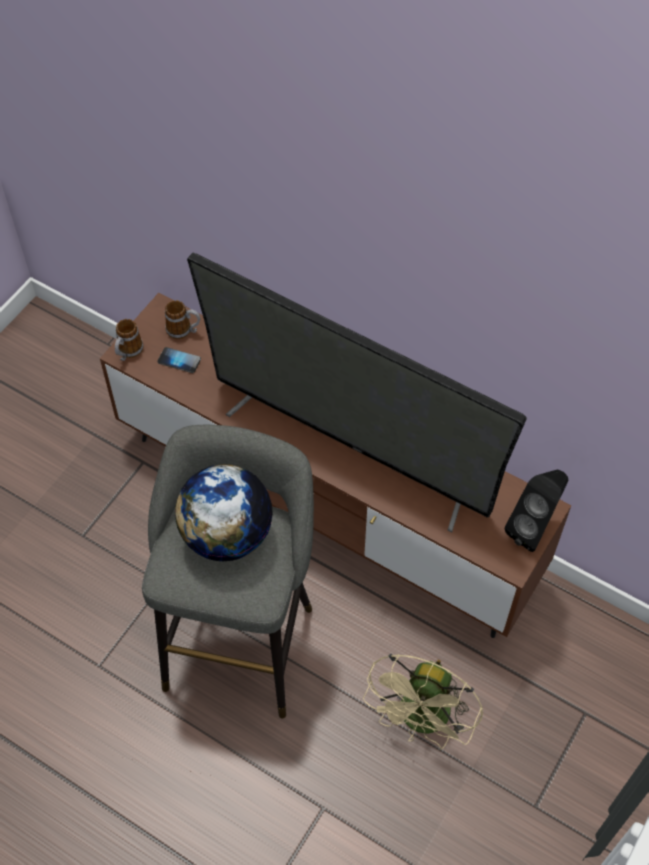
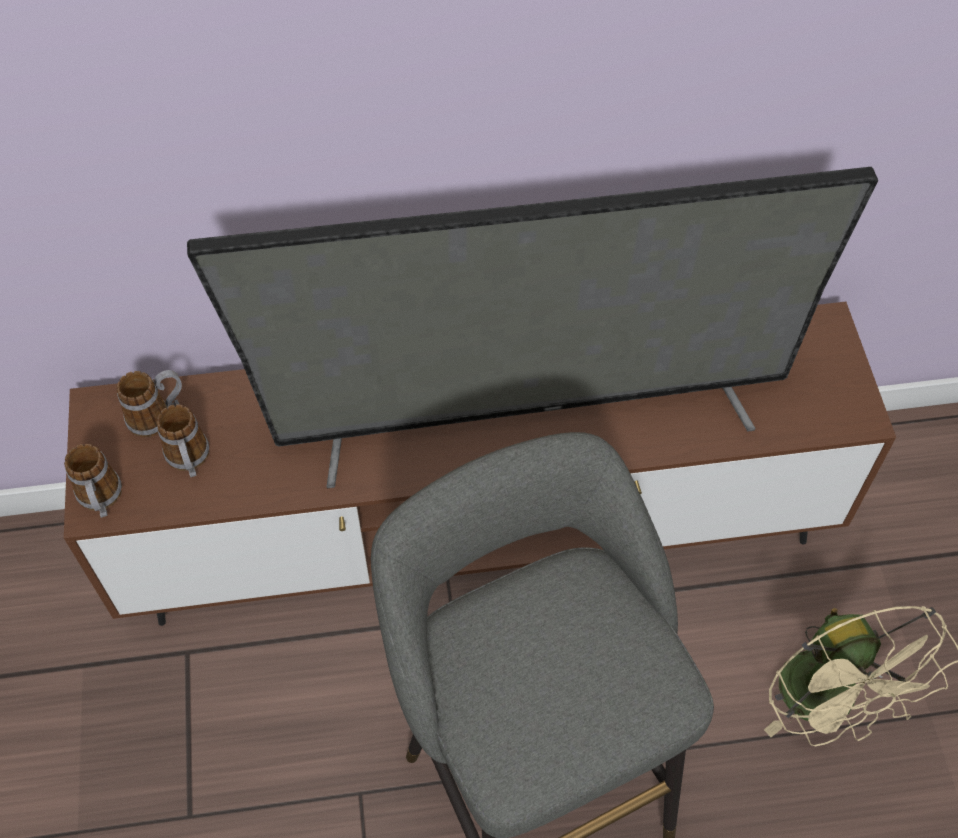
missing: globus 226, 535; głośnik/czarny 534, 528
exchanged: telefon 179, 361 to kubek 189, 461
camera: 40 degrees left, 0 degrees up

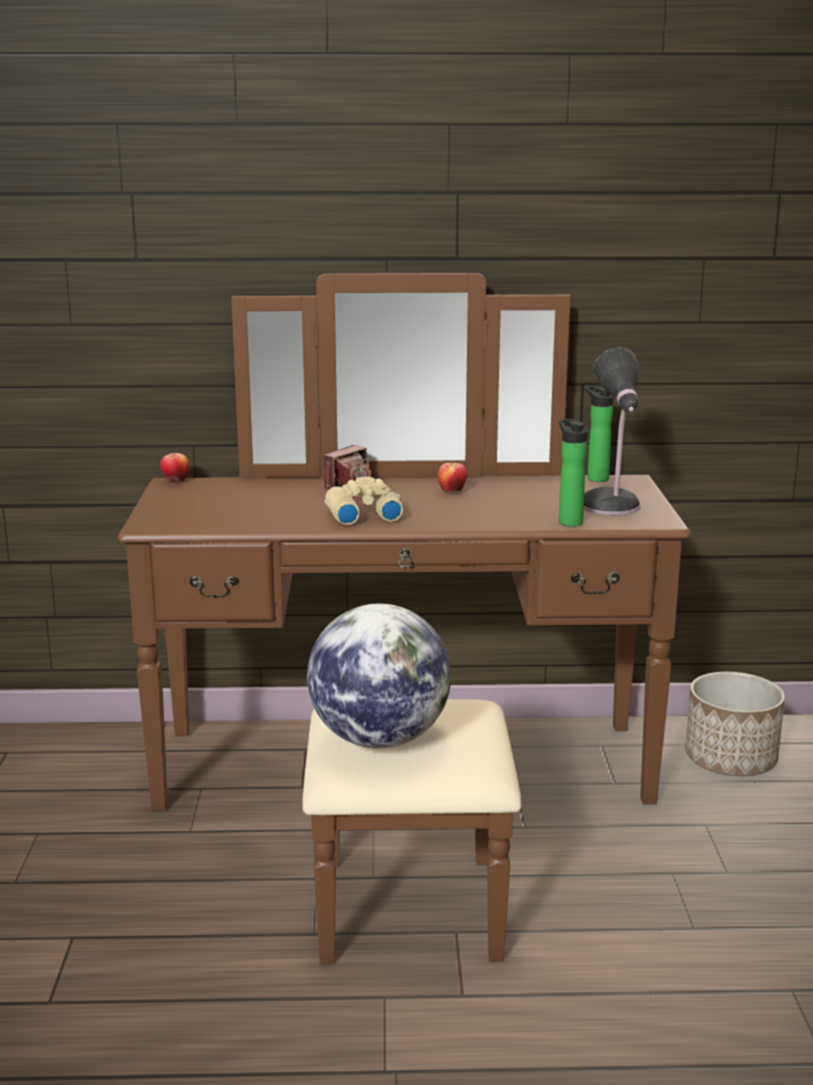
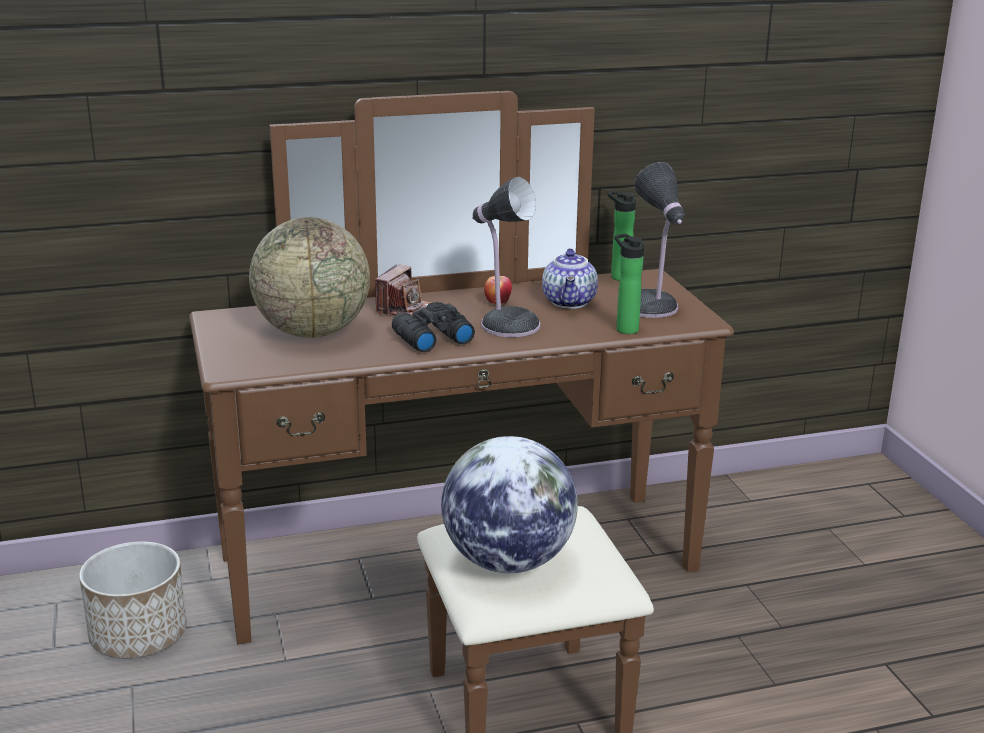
missing: jabłko 176, 481
appeared: globus 313, 332; lampa stołowa 507, 324; imbryk 570, 302
relocated: donica 729, 760 to 138, 636
colour: lornetka/beżowy 361, 515 to lornetka/czarny 430, 339
camera: 15 degrees left, 5 degrees up

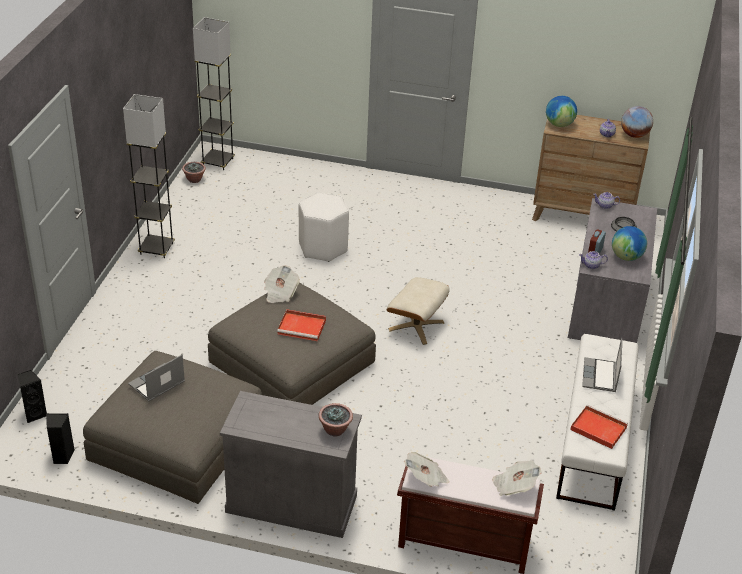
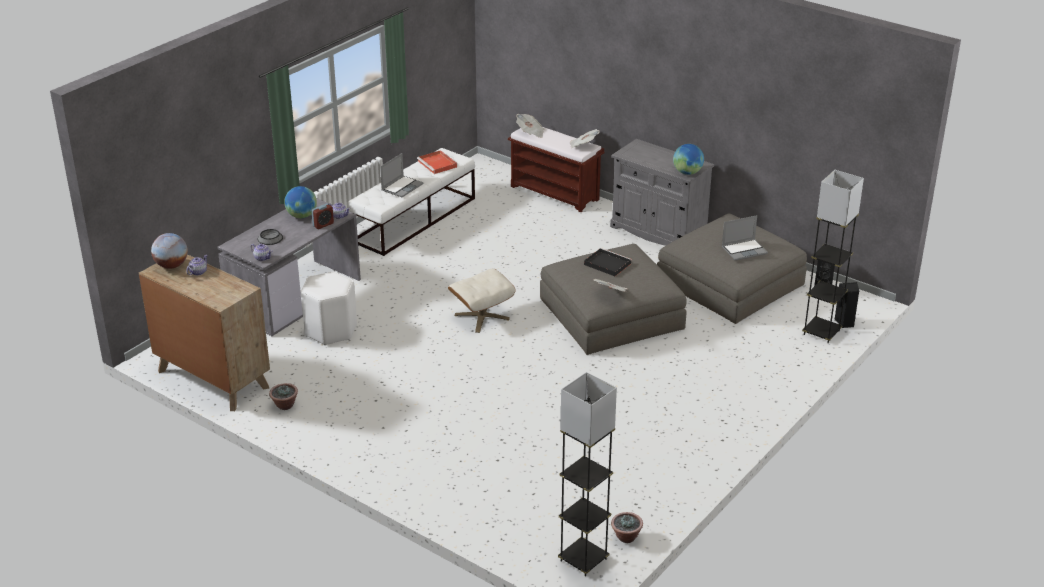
relocated: roślina doniczkowa 335, 430 to 284, 405; stołek/biały 323, 247 to 330, 331; globus 559, 124 to 687, 173; lampa stojąca/szary 156, 249 to 821, 332
colour: taca/czerwony 303, 327 to taca/czarny 606, 264
camera: 155 degrees left, 5 degrees down

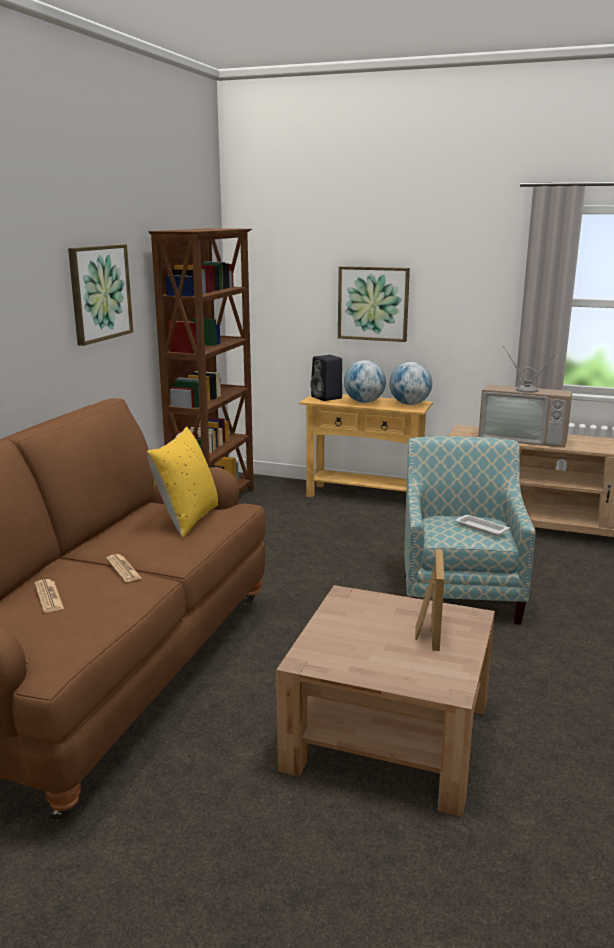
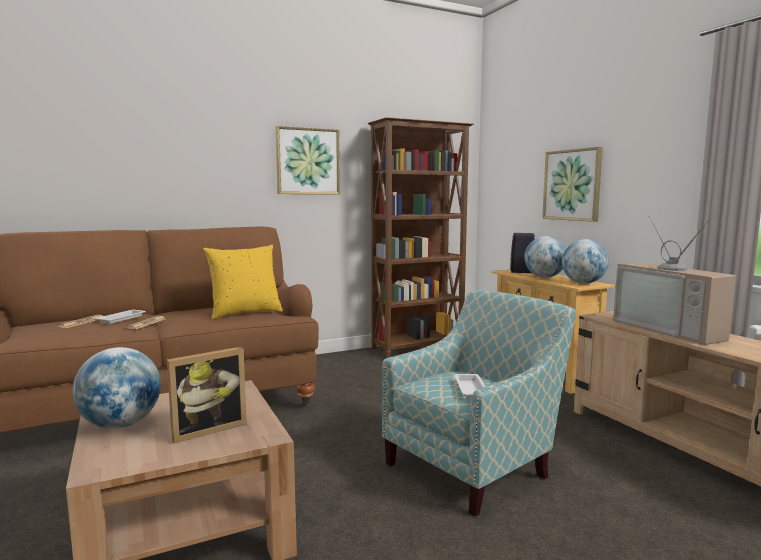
appeared: globus 121, 425; taca/biały 122, 319
camera: 45 degrees right, 10 degrees down

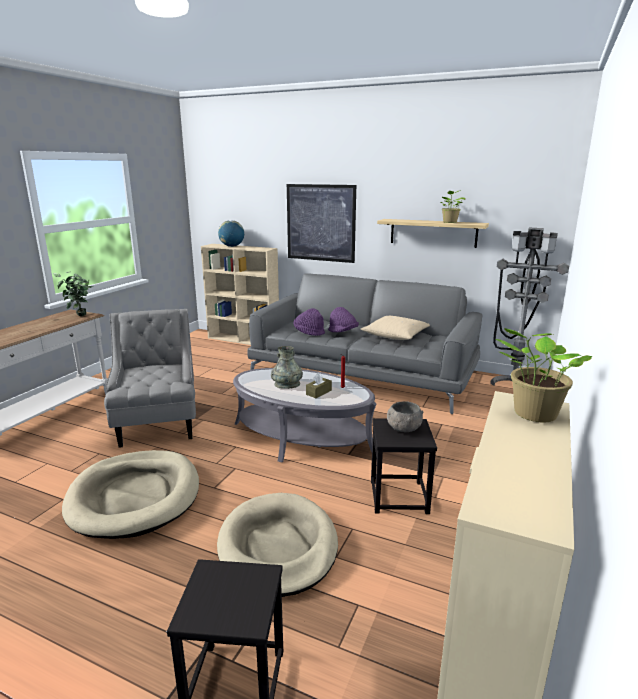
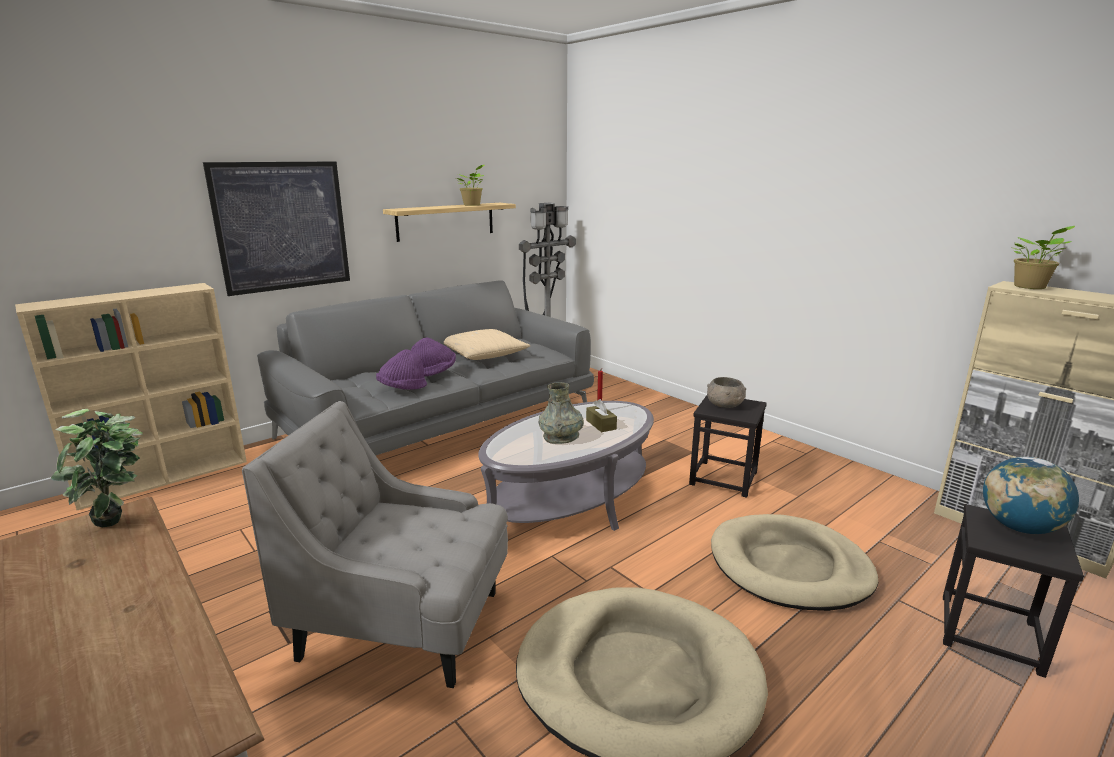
relocated: globus 232, 246 to 1019, 527
camera: 65 degrees left, 0 degrees up

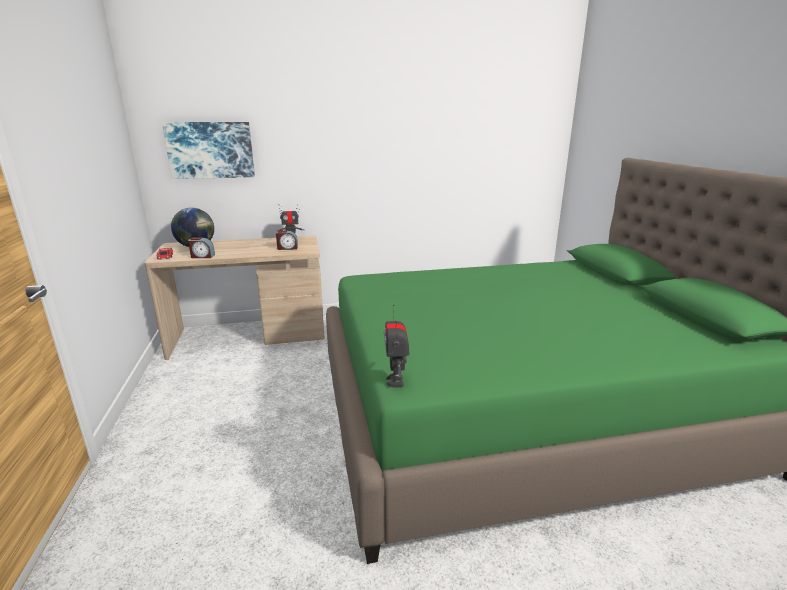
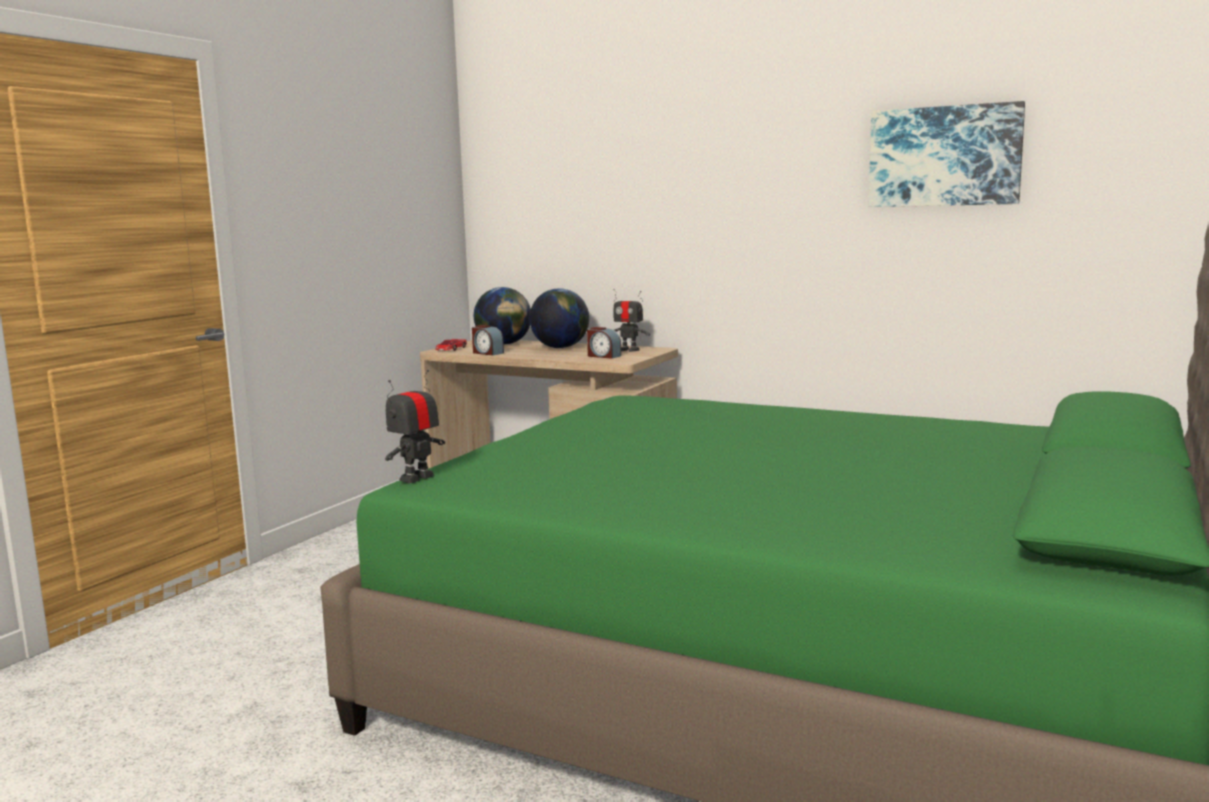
appeared: globus 560, 347
relocated: obraz 210, 150 to 944, 156
camera: 40 degrees right, 10 degrees down

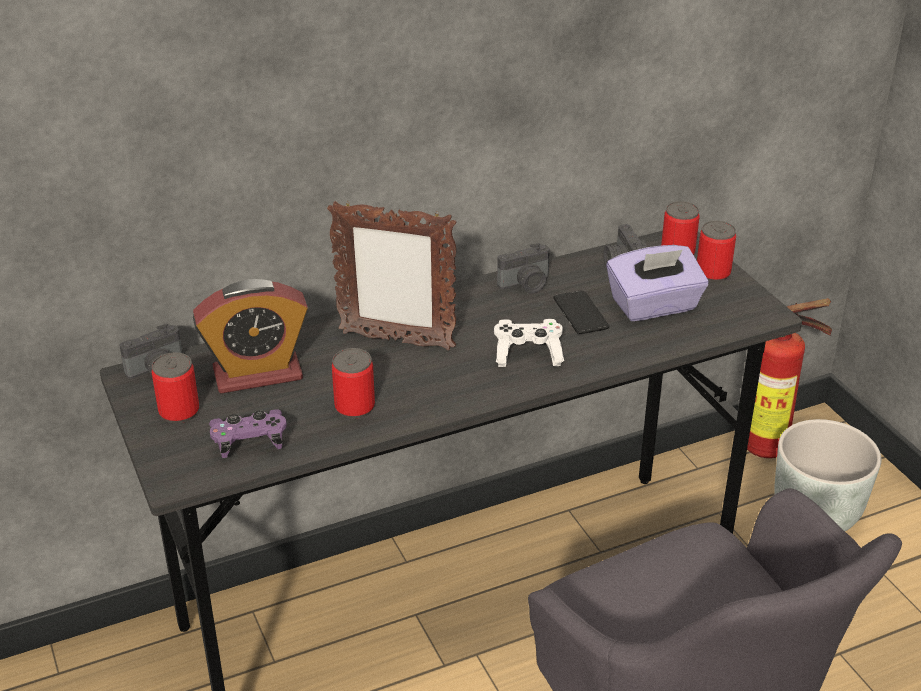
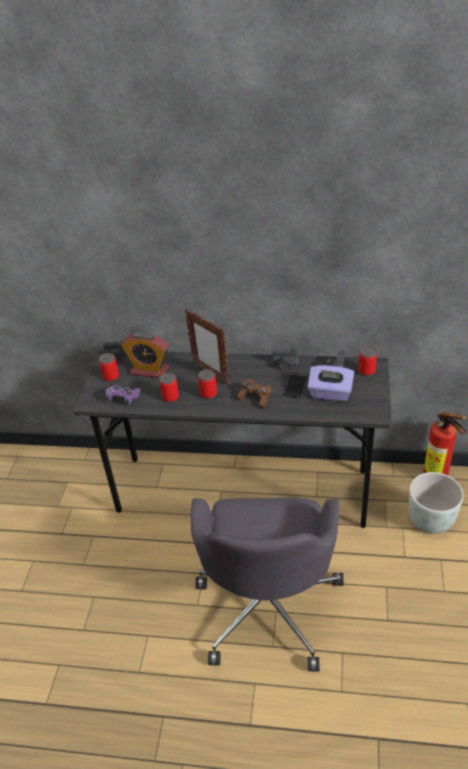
relocated: puszka 712, 274 to 208, 394
colour: pad do gier/biały 528, 354 to pad do gier/brązowy 255, 397
camera: 35 degrees right, 5 degrees up

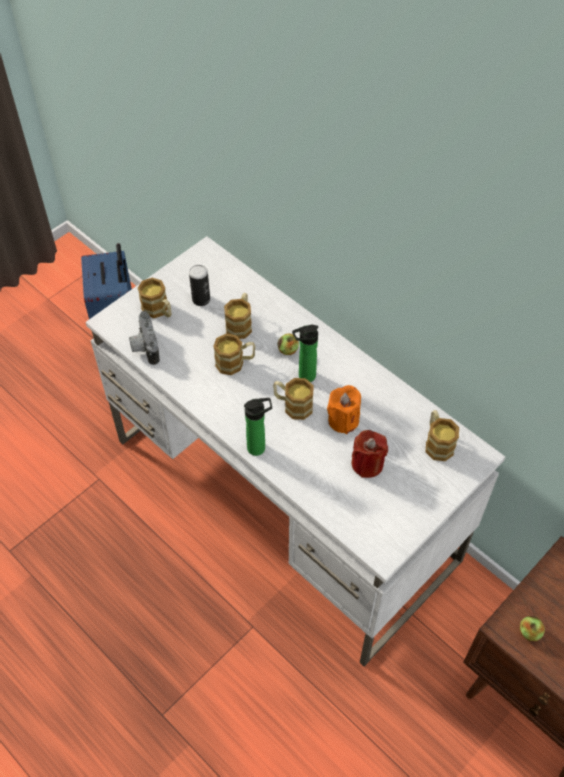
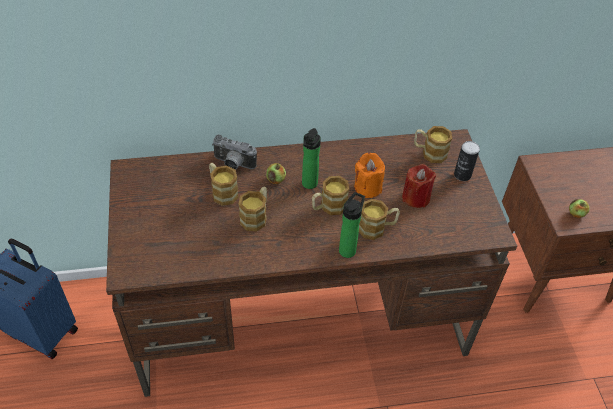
relocated: aparat fotograficzny 144, 347 to 233, 164; kubek 158, 311 to 377, 228; puszka 201, 299 to 462, 175
colour: biurko/biały 285, 500 to biurko/brązowy 302, 316
camera: 55 degrees left, 5 degrees down

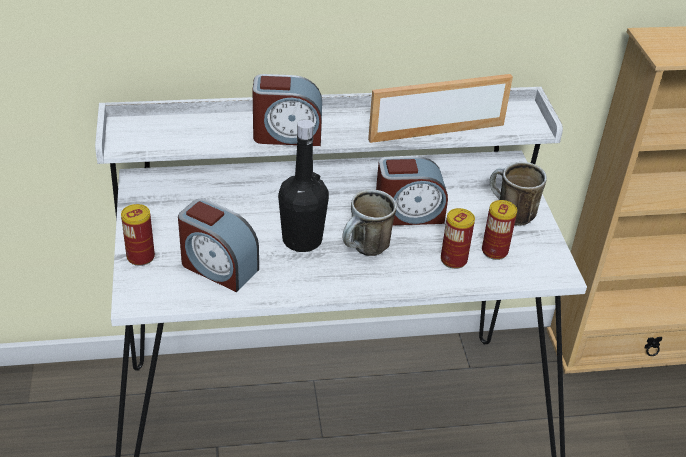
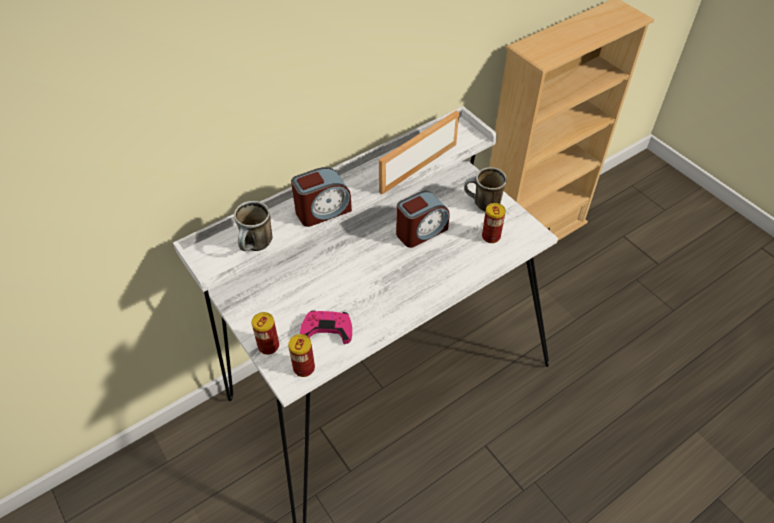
missing: butelka/czarny 302, 240
relocated: kubek 366, 250 to 256, 246; puszka 453, 260 to 304, 368
exchanged: budzik 218, 267 to pad do gier/różowy 327, 329
camera: 25 degrees left, 10 degrees up

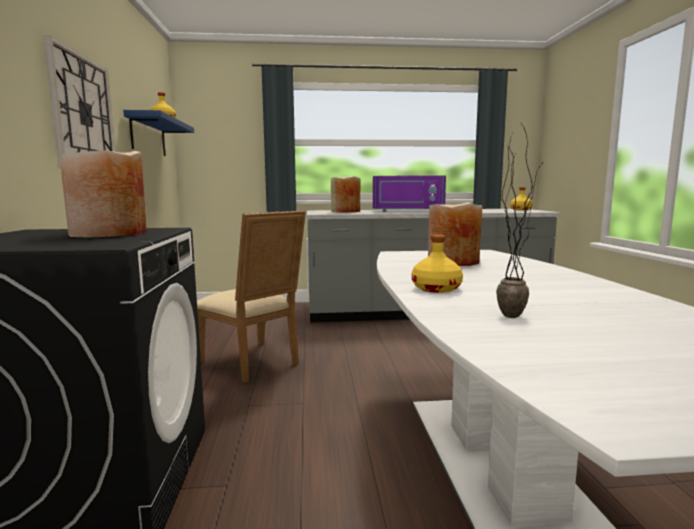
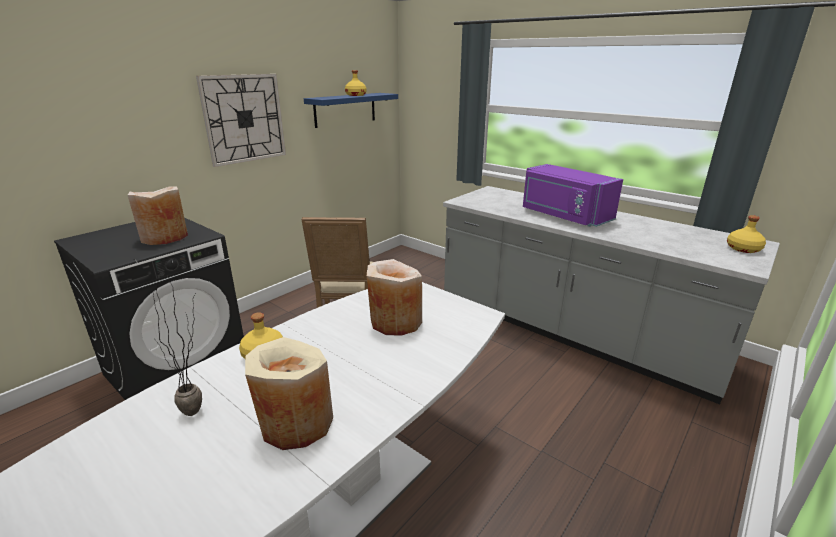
relocated: wazon/beżowy 345, 211 to 296, 422
camera: 45 degrees right, 15 degrees up

